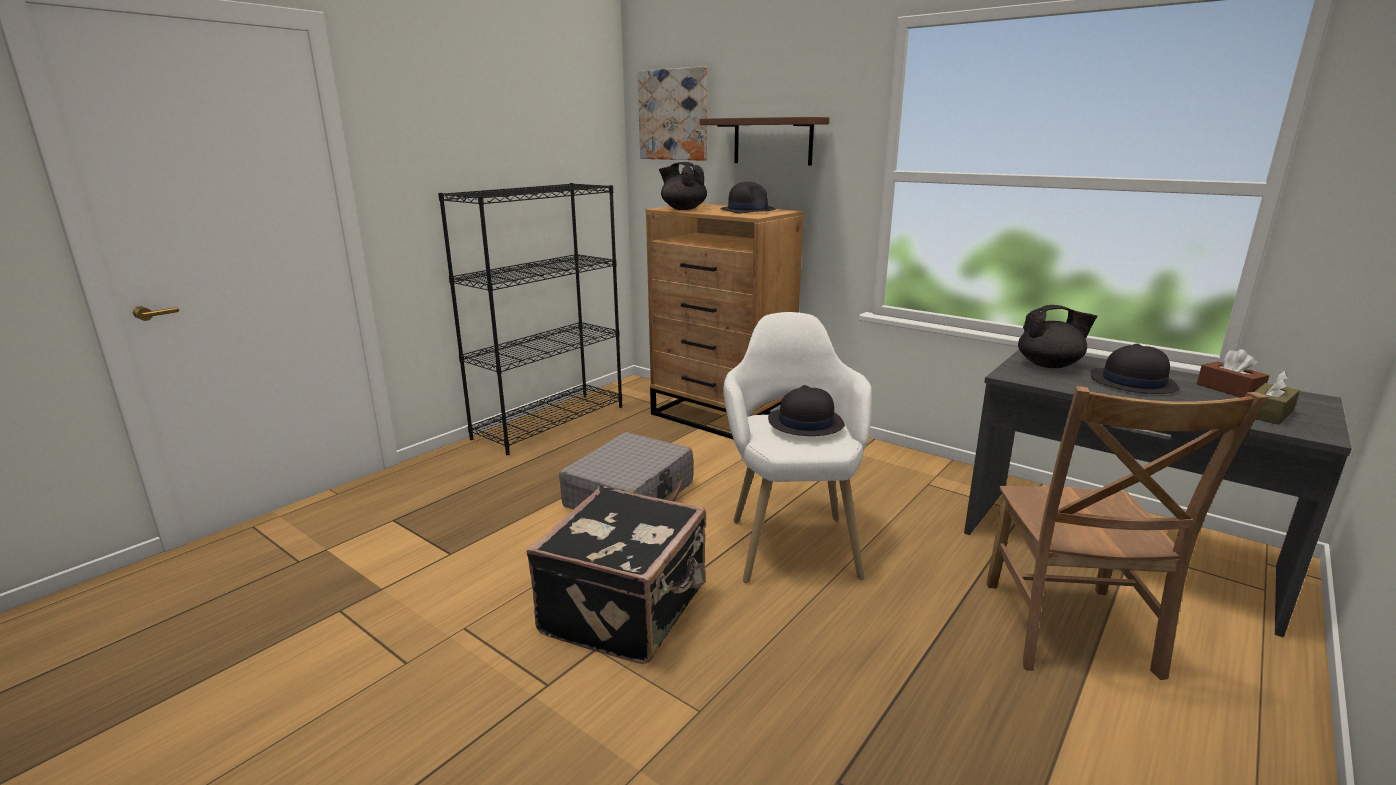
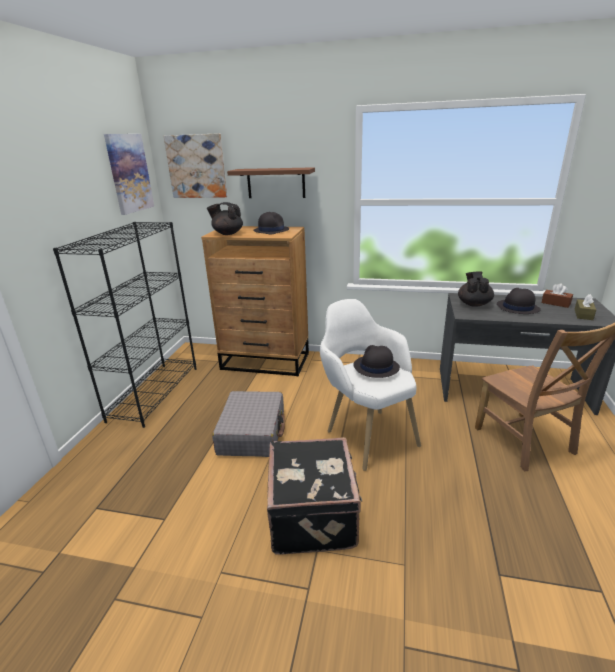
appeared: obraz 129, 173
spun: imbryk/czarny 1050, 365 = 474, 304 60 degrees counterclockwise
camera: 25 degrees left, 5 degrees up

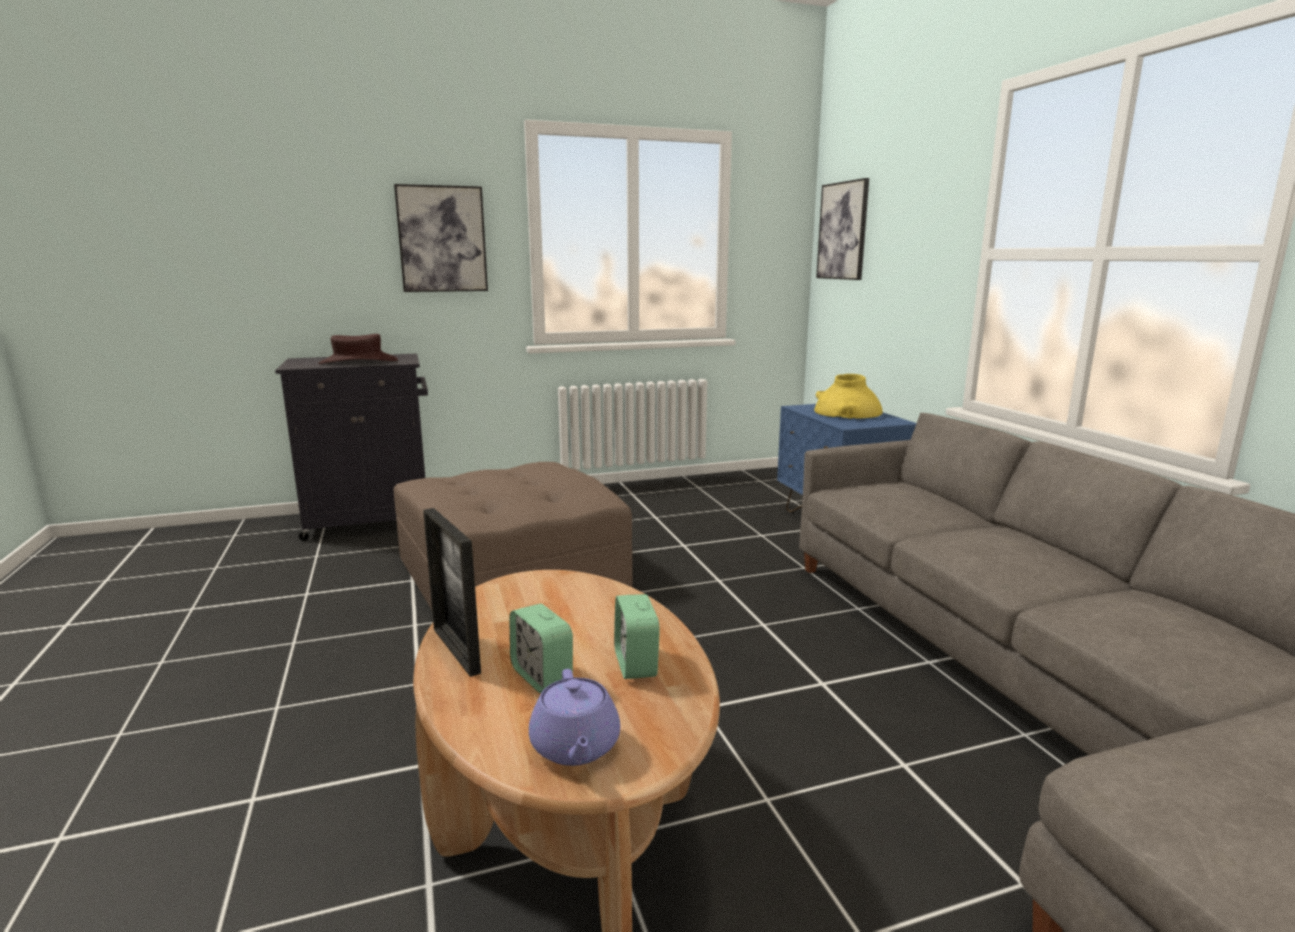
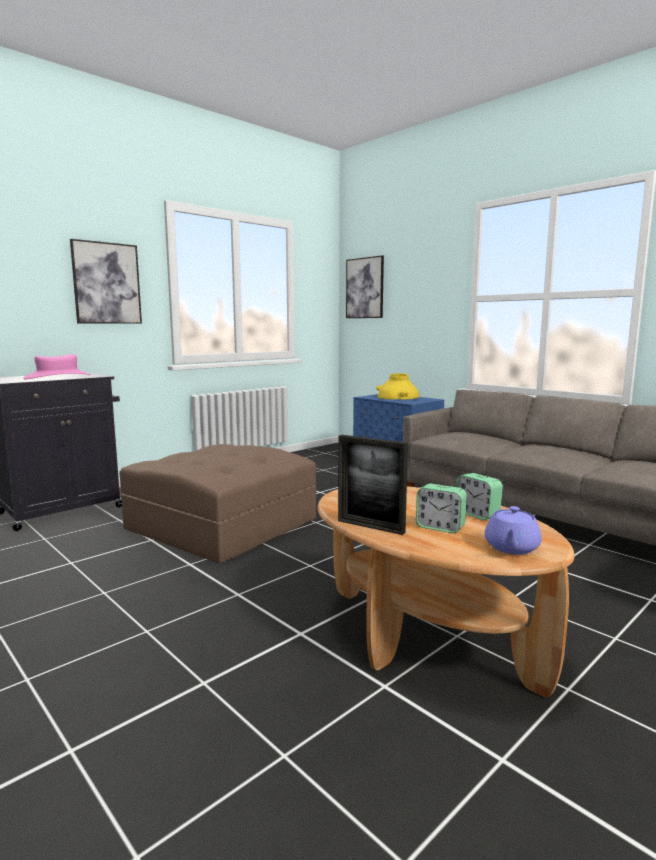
colour: kapelusz/brązowy 358, 362 to kapelusz/różowy 58, 377
spun: imbryk/fioletowy 575, 747 = 511, 548 60 degrees clockwise
camera: 25 degrees left, 5 degrees down

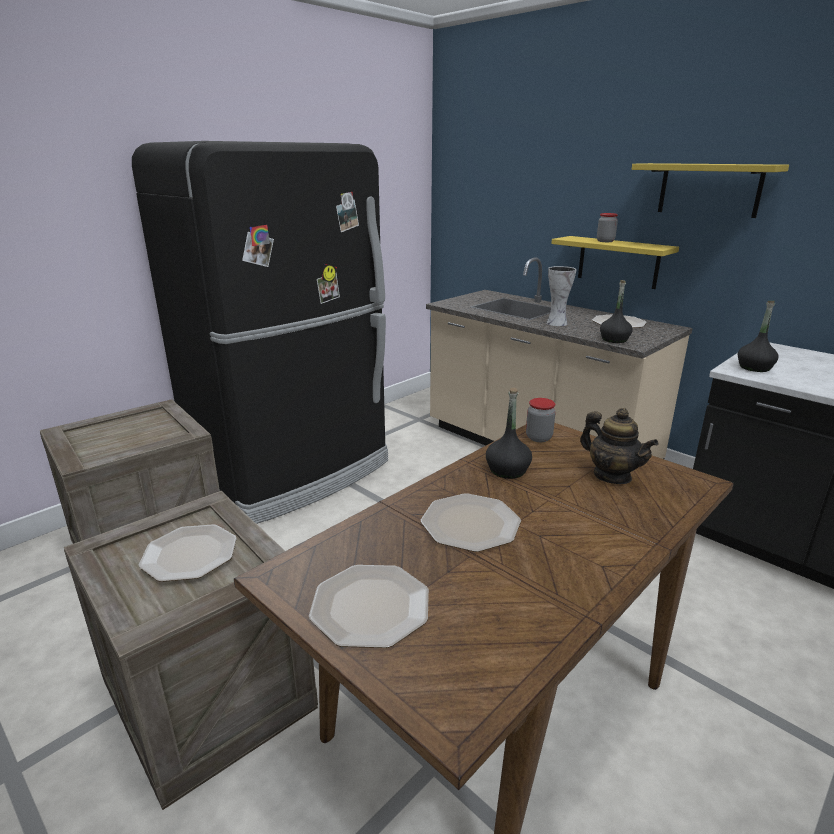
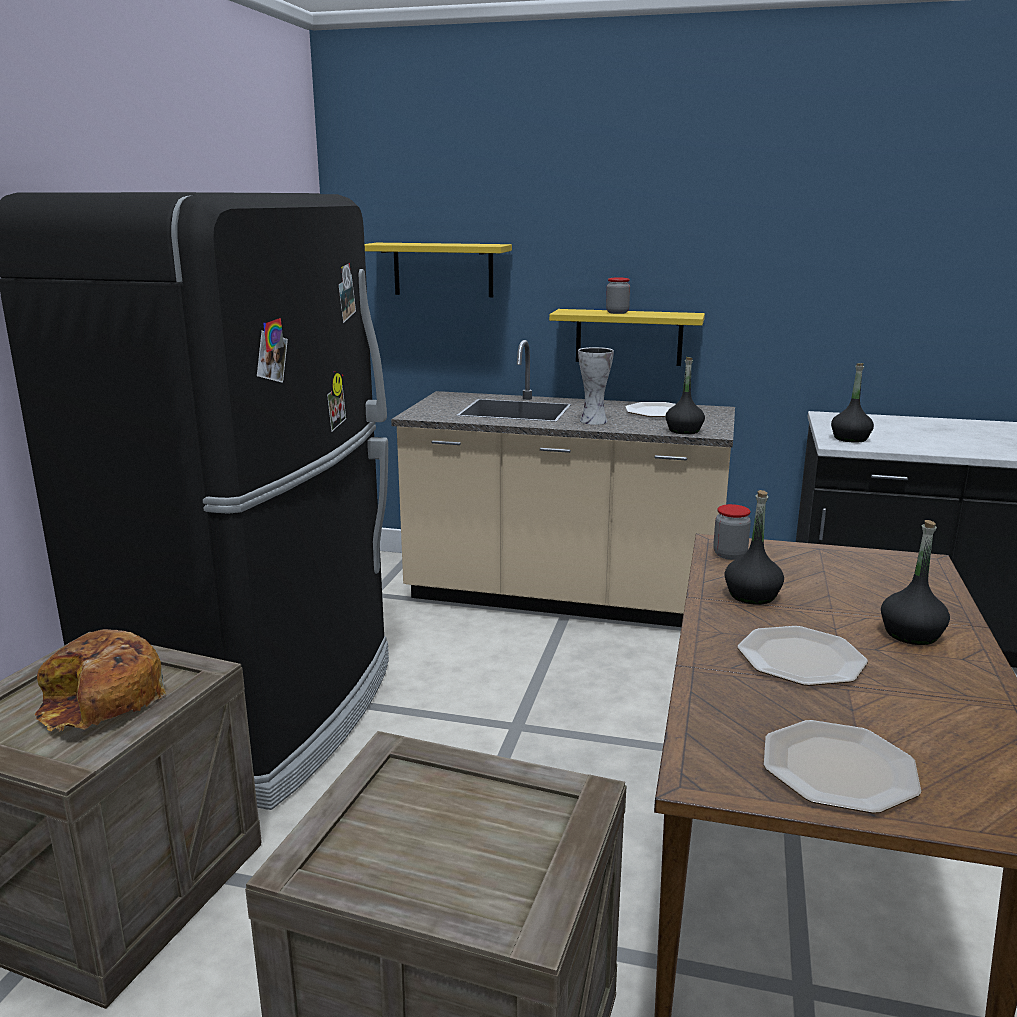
missing: talerz 190, 553; imbryk 612, 476
appeared: chleb 100, 701; butelka/czarny 911, 634
relocated: półka/żółty 709, 189 to 443, 269
camera: 30 degrees left, 5 degrees down

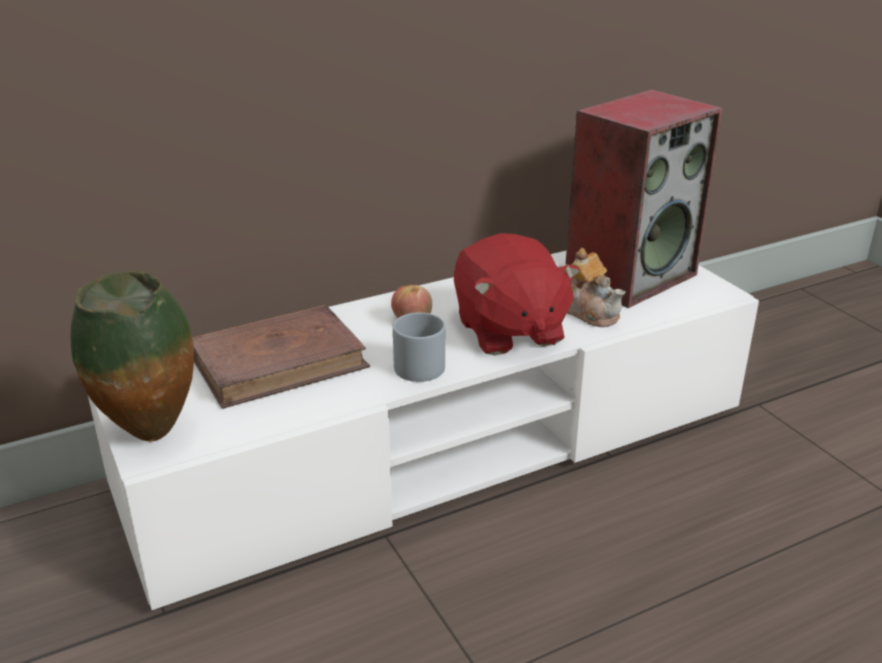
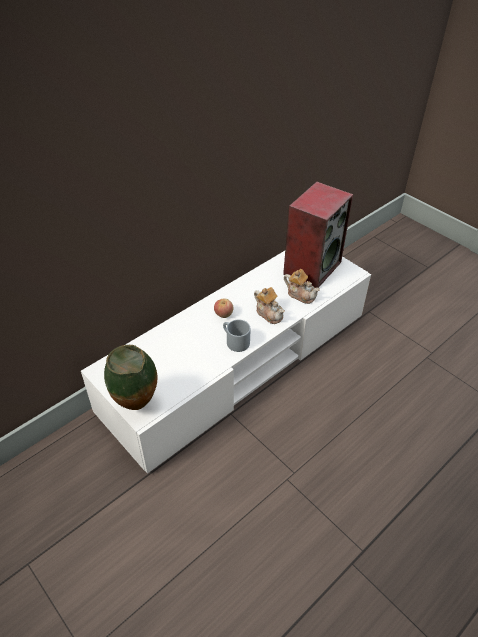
missing: książka/brązowy 279, 362
exchanged: pluszak/czerwony 508, 331 to imbryk 269, 313
camera: 15 degrees left, 15 degrees up

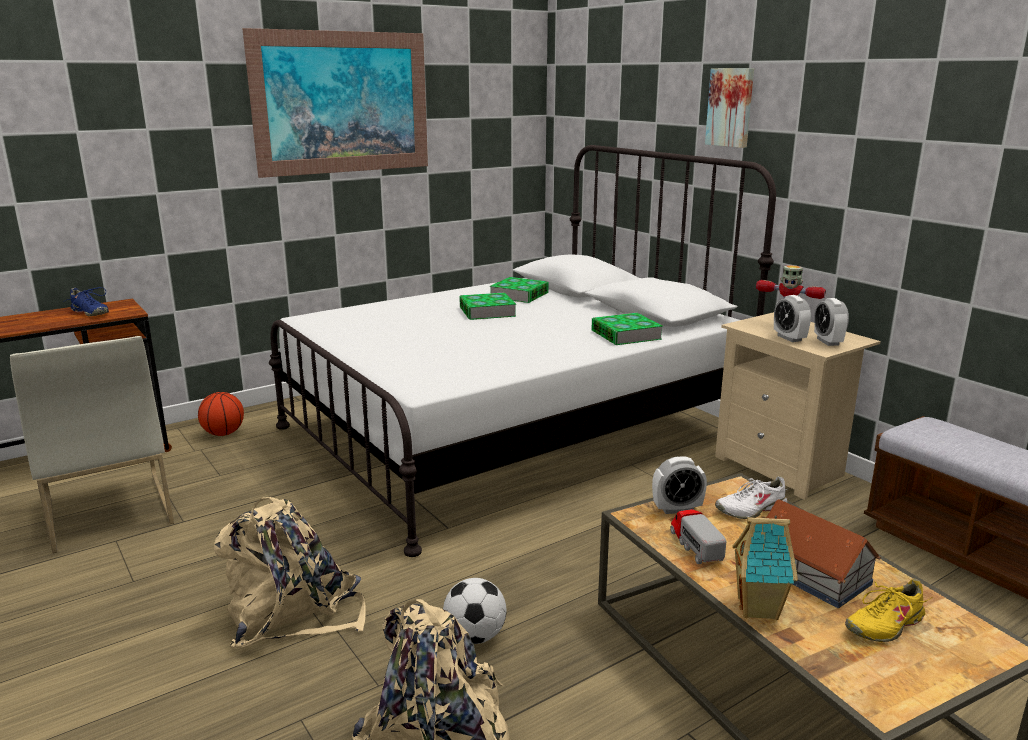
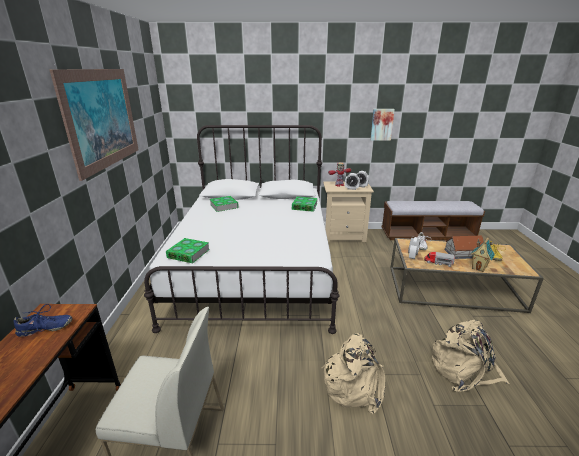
missing: piłka do koszykówki 224, 434; piłka futbolowa 475, 636
relocated: książka 487, 311 to 188, 253; obraz 731, 107 to 381, 124
camera: 55 degrees left, 5 degrees up

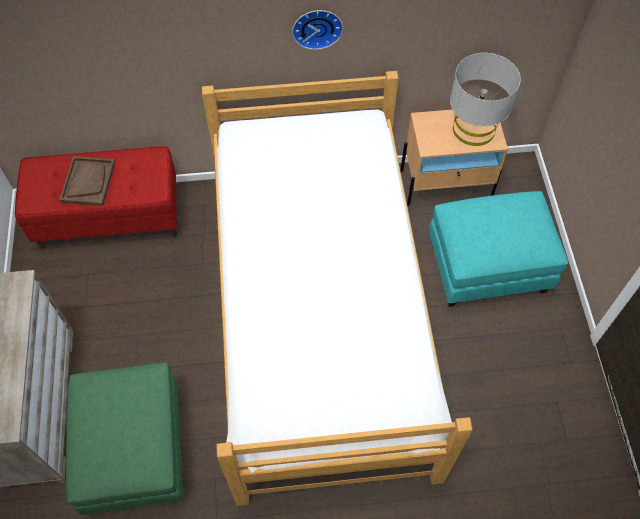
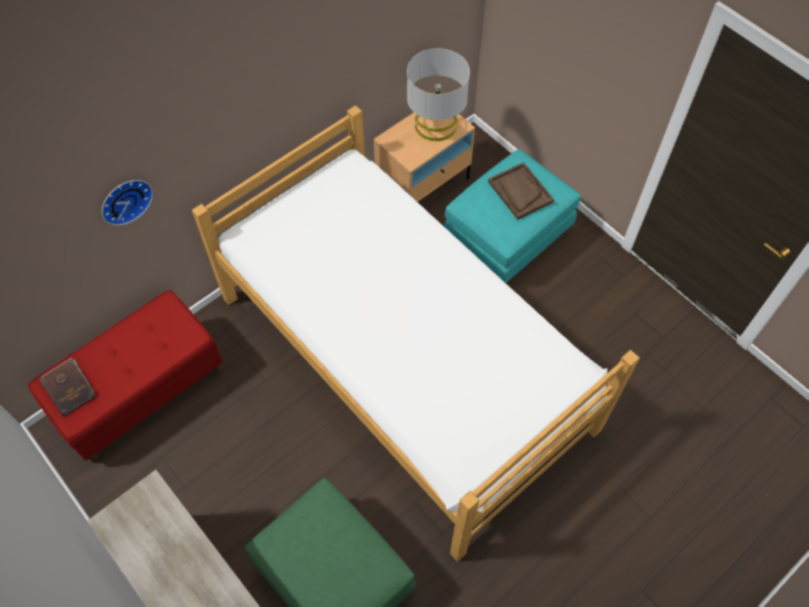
appeared: książka/brązowy 69, 387
relocated: zegar ścienny 317, 27 to 125, 199; taca/brązowy 88, 182 to 520, 192
camera: 35 degrees left, 0 degrees up

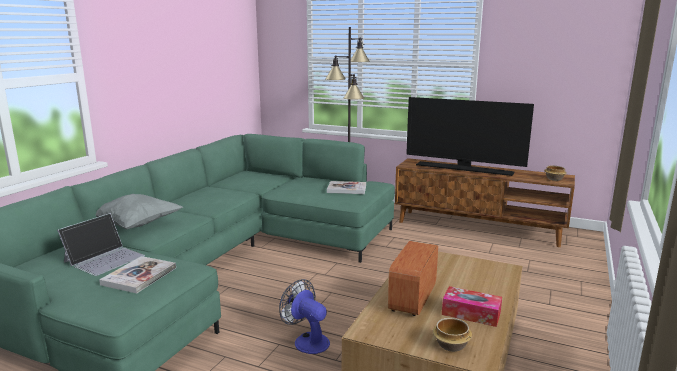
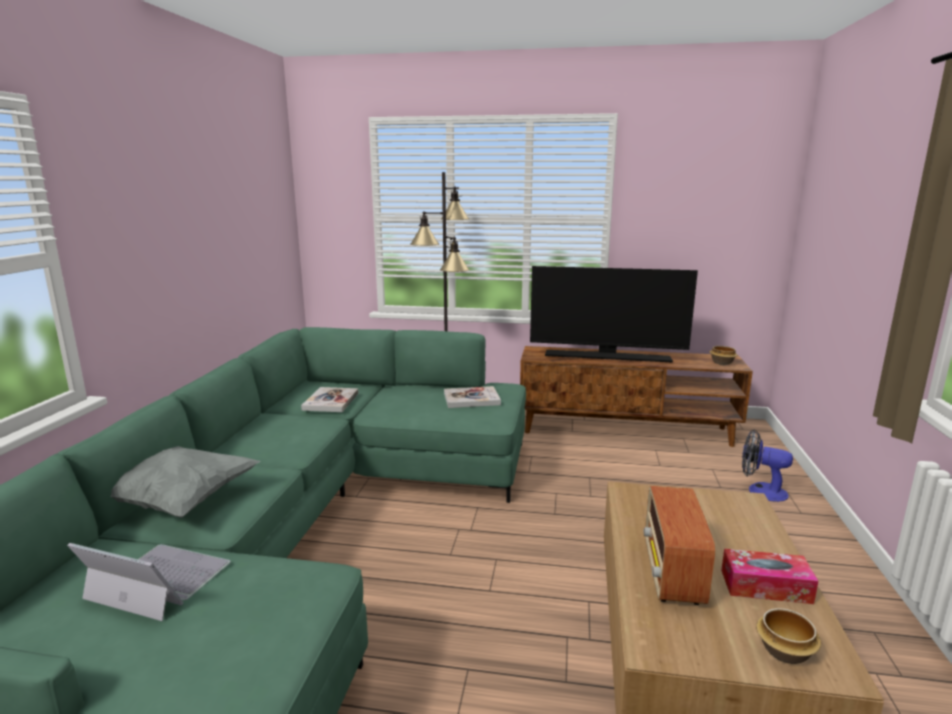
relocated: książka 139, 276 to 331, 401; wentylator 307, 340 to 760, 491
spun: laptop 105, 258 = 157, 581 90 degrees counterclockwise
camera: 15 degrees left, 0 degrees up

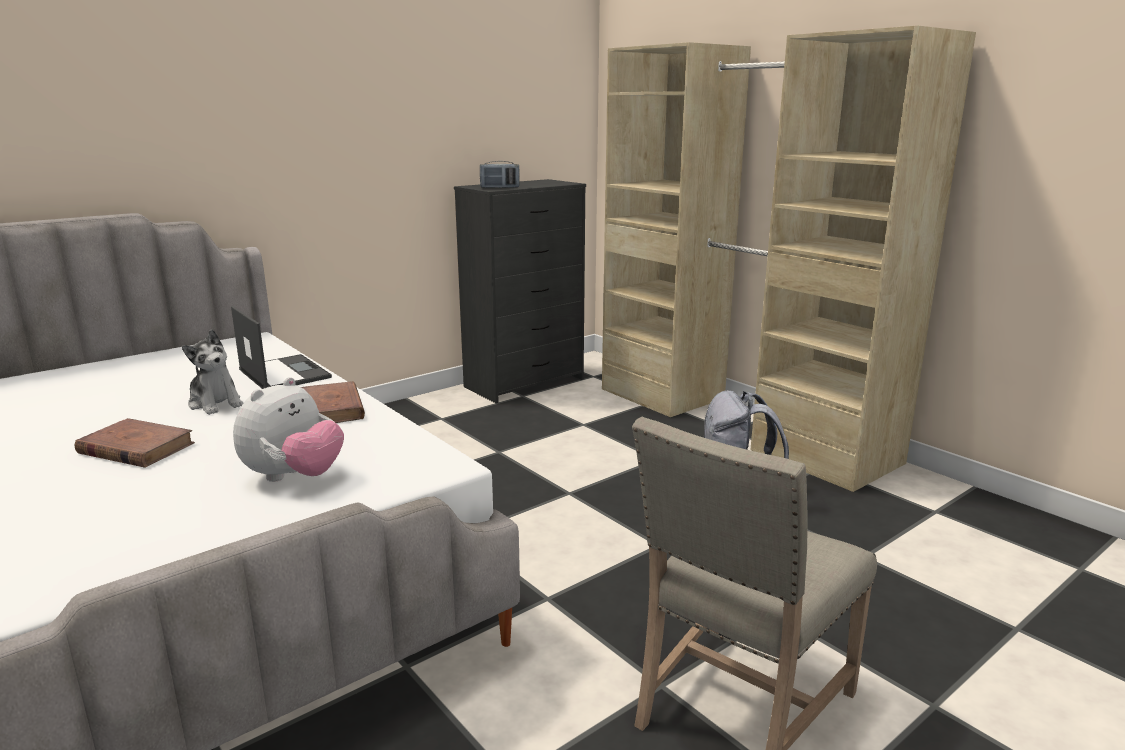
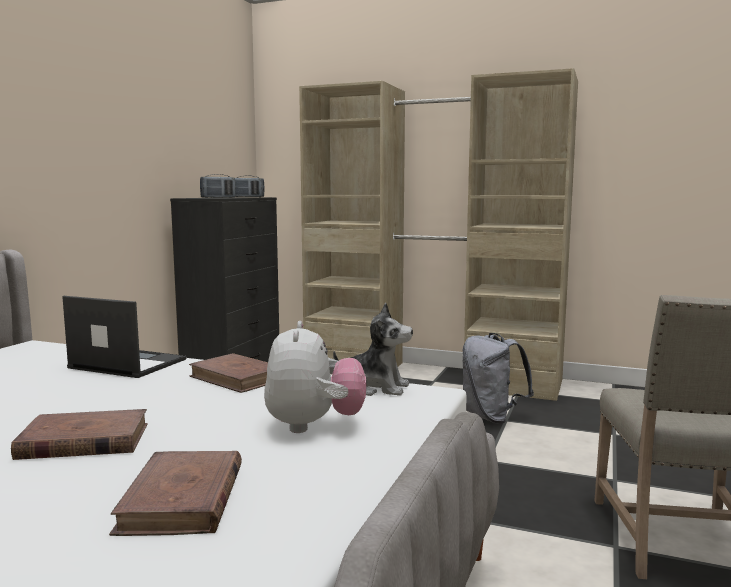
appeared: książka/brązowy 182, 499; radio 248, 197
relocated: pluszak 216, 403 to 375, 387
camera: 30 degrees left, 10 degrees down

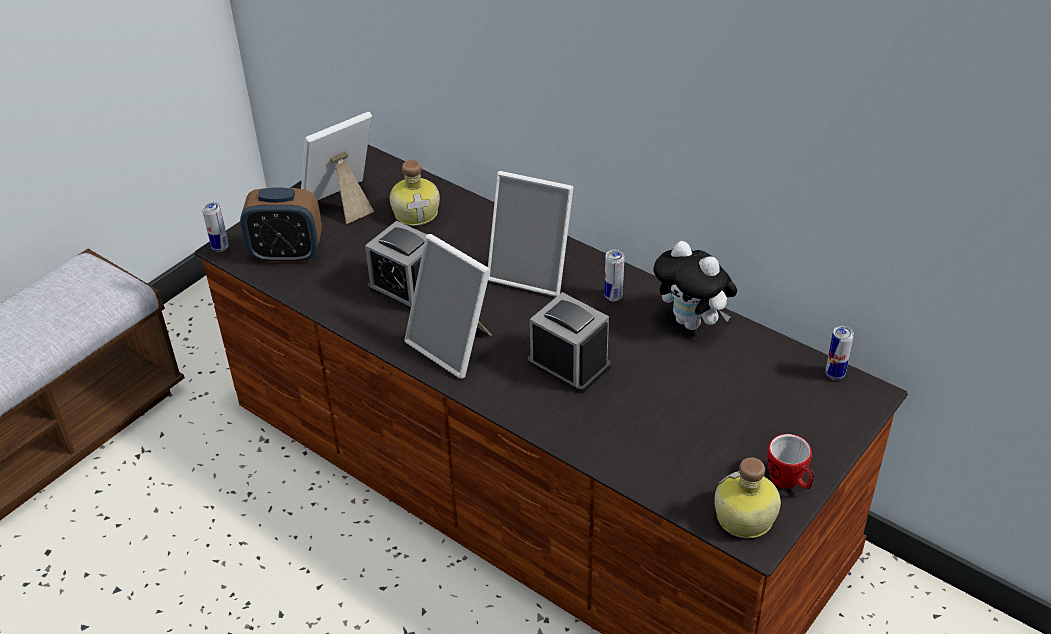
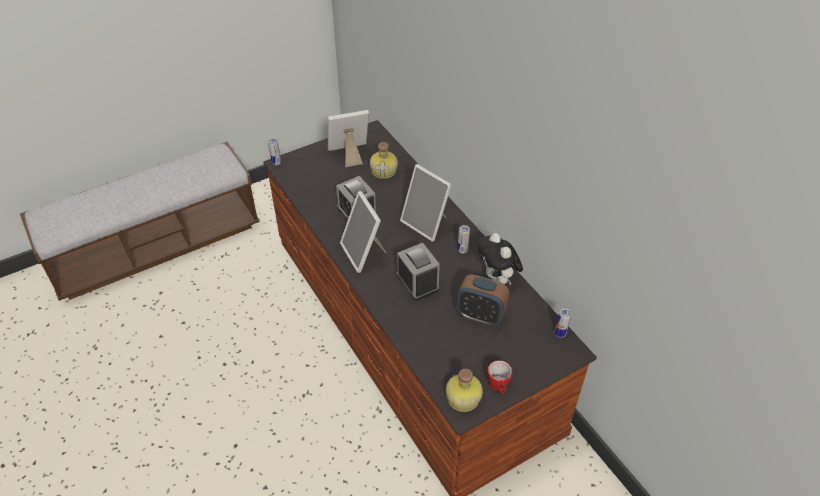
relocated: budzik 287, 254 to 480, 315
camera: 20 degrees right, 5 degrees up

